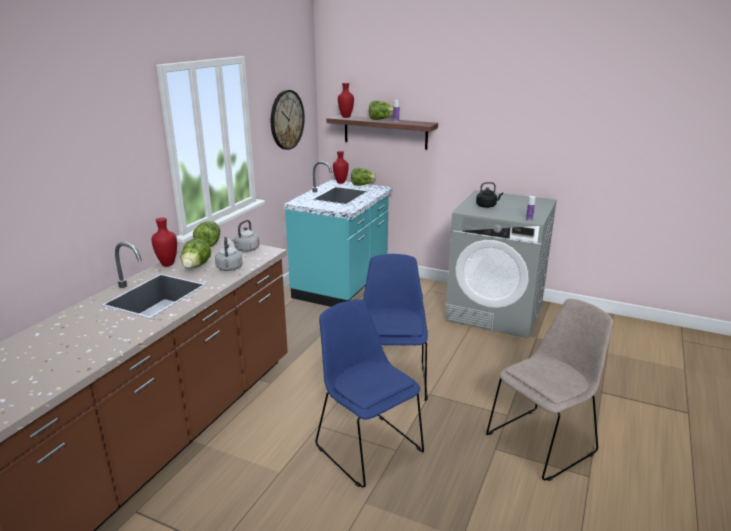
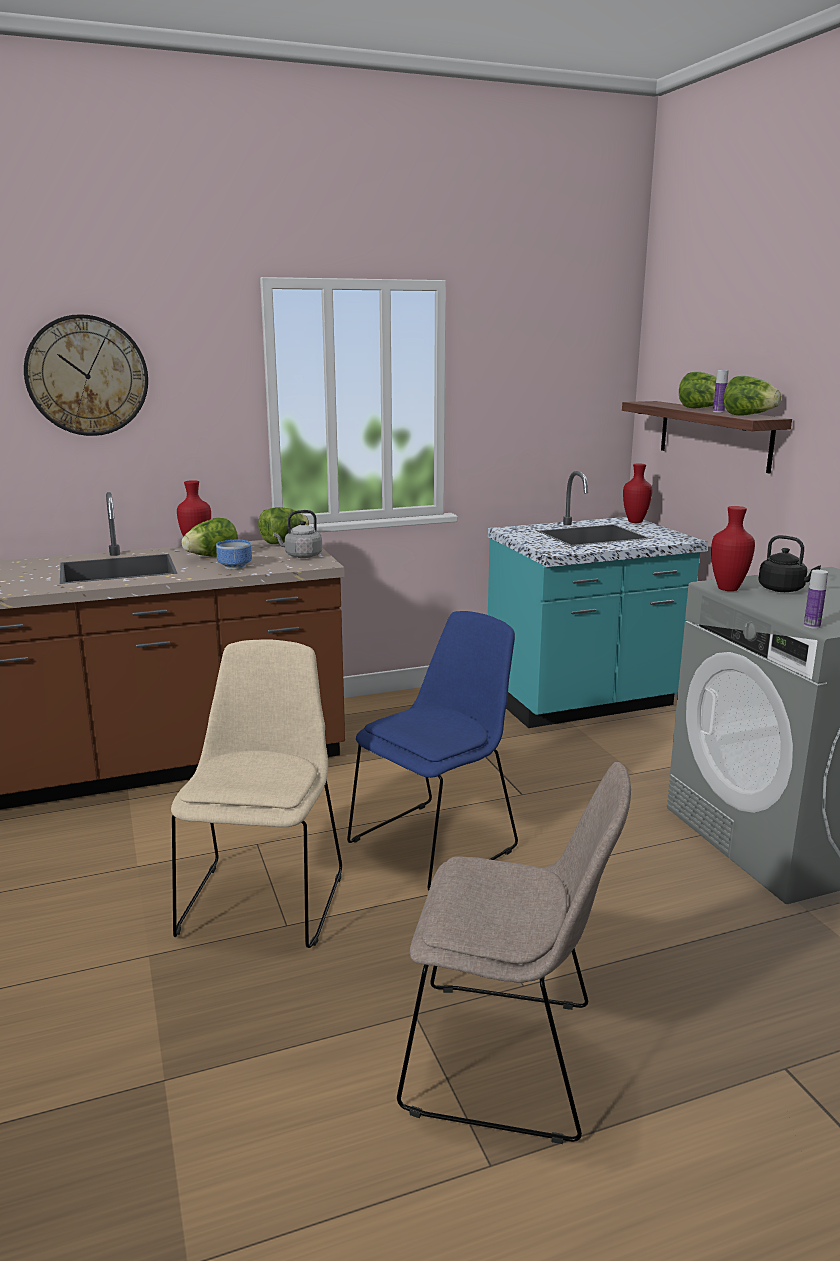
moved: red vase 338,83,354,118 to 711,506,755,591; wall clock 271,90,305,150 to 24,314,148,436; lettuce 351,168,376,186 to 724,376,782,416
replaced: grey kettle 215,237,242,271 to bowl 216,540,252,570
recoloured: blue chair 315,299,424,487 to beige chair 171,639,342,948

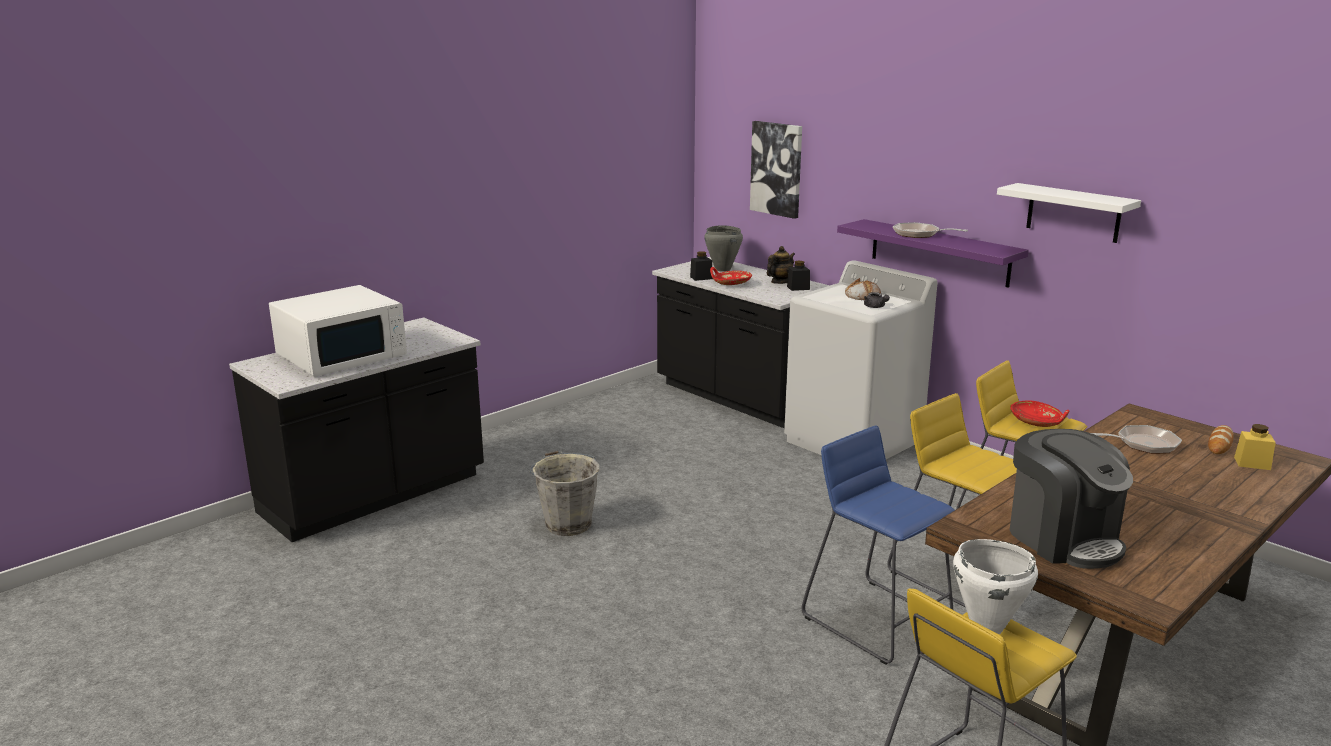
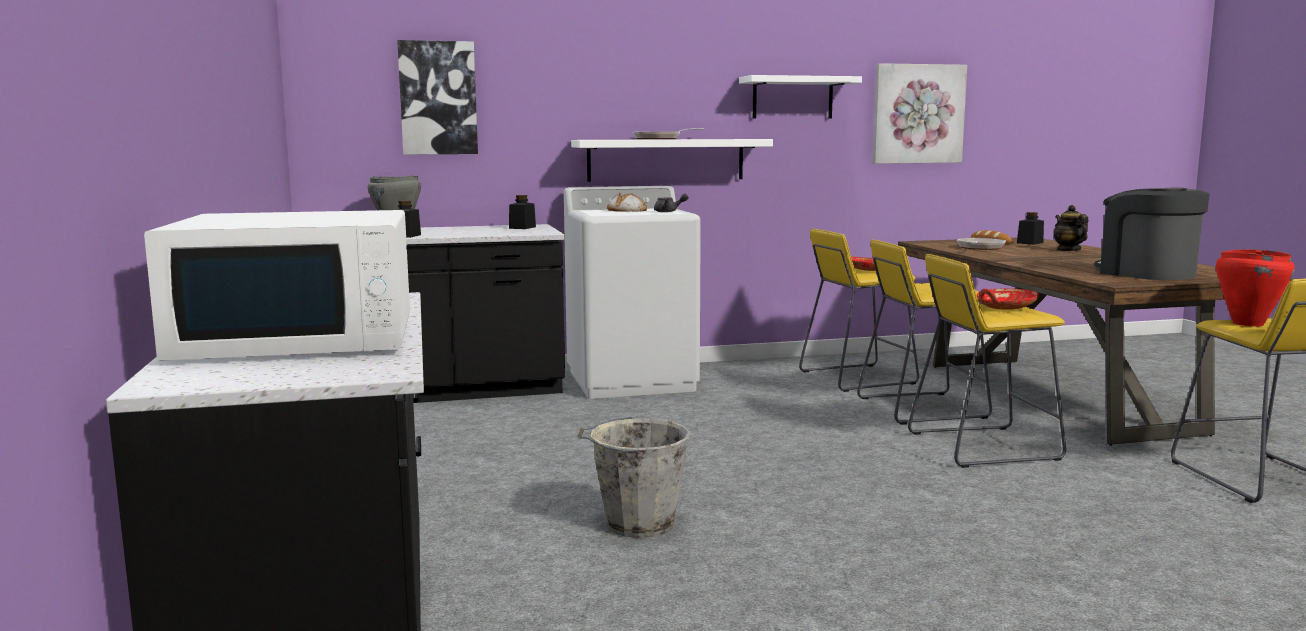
added: picture 873,63,967,164
moved: teapot 767,246,795,284 to 1053,205,1088,251; red bowl 710,267,752,285 to 977,289,1039,310
recoloured: purple shelf 837,219,1029,288 to white shelf 571,139,773,182; yellow jar 1234,424,1276,470 to black jar 1017,212,1044,245; blue stool 802,425,955,665 to yellow stool 908,254,1066,468; white cooking pot 953,539,1038,634 to red cooking pot 1216,249,1295,327
turned: white microwave 269,285,407,377 = 144,210,410,360 90 degrees clockwise; coffee machine 1010,429,1133,569 = 1094,188,1210,280 120 degrees counterclockwise

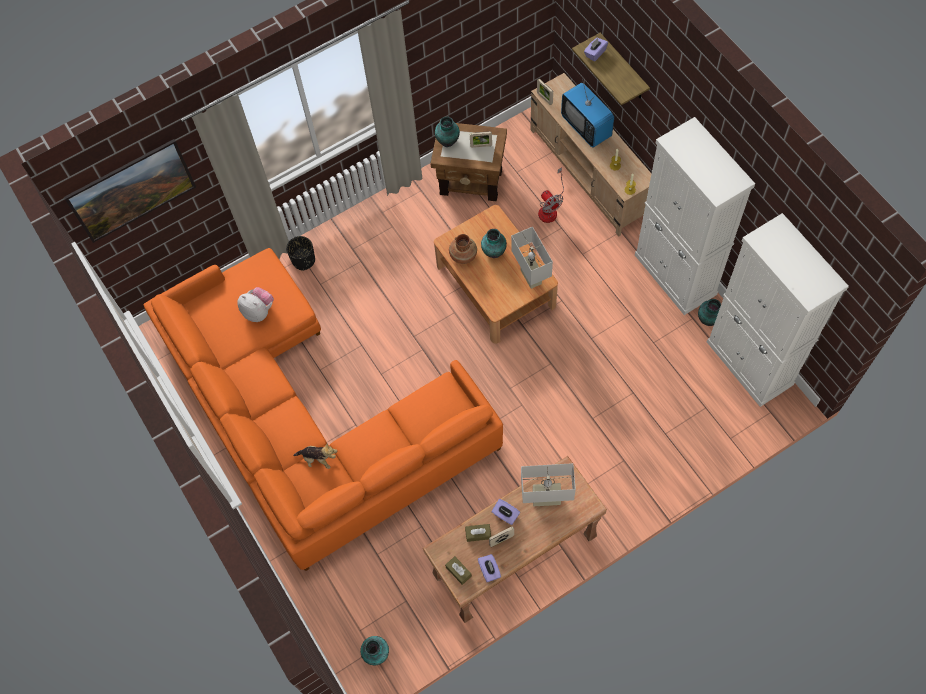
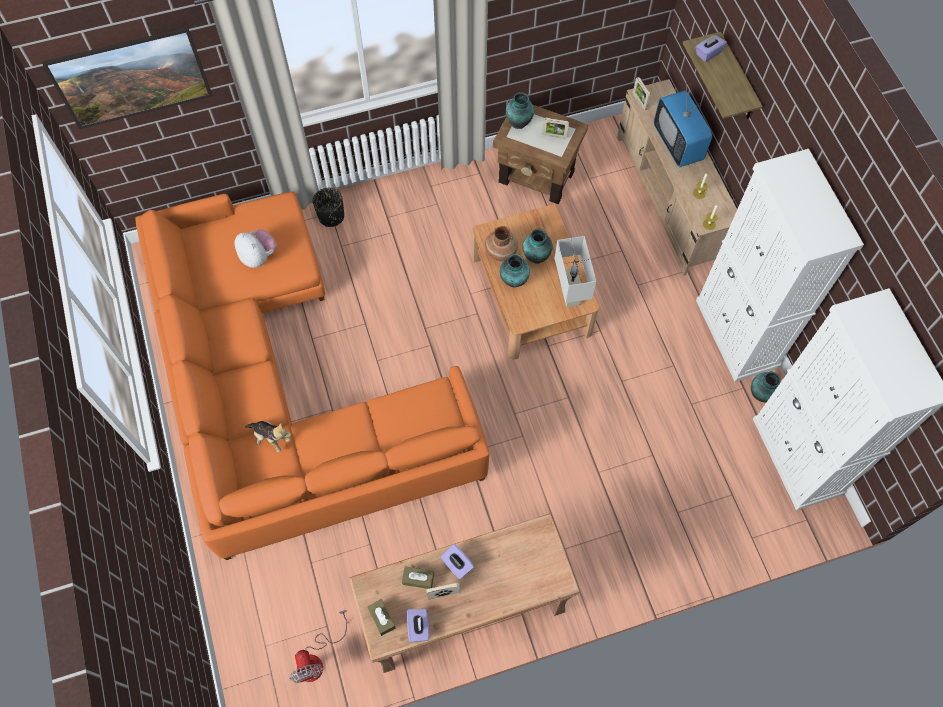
removed: white table lamp 521,463,576,506
moved: fan 538,167,564,223 to 289,610,347,683; vase 360,636,389,665 to 500,254,530,287

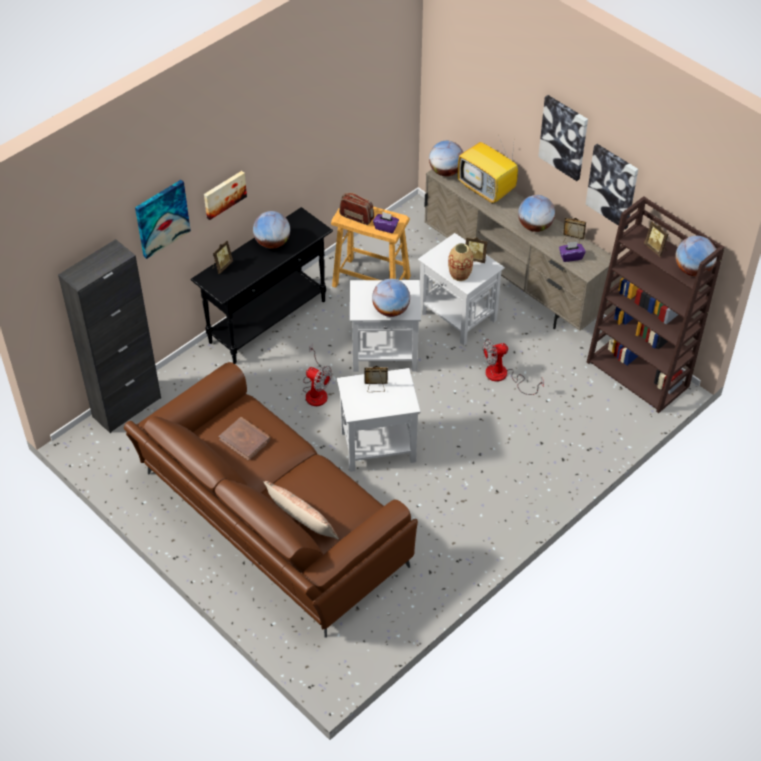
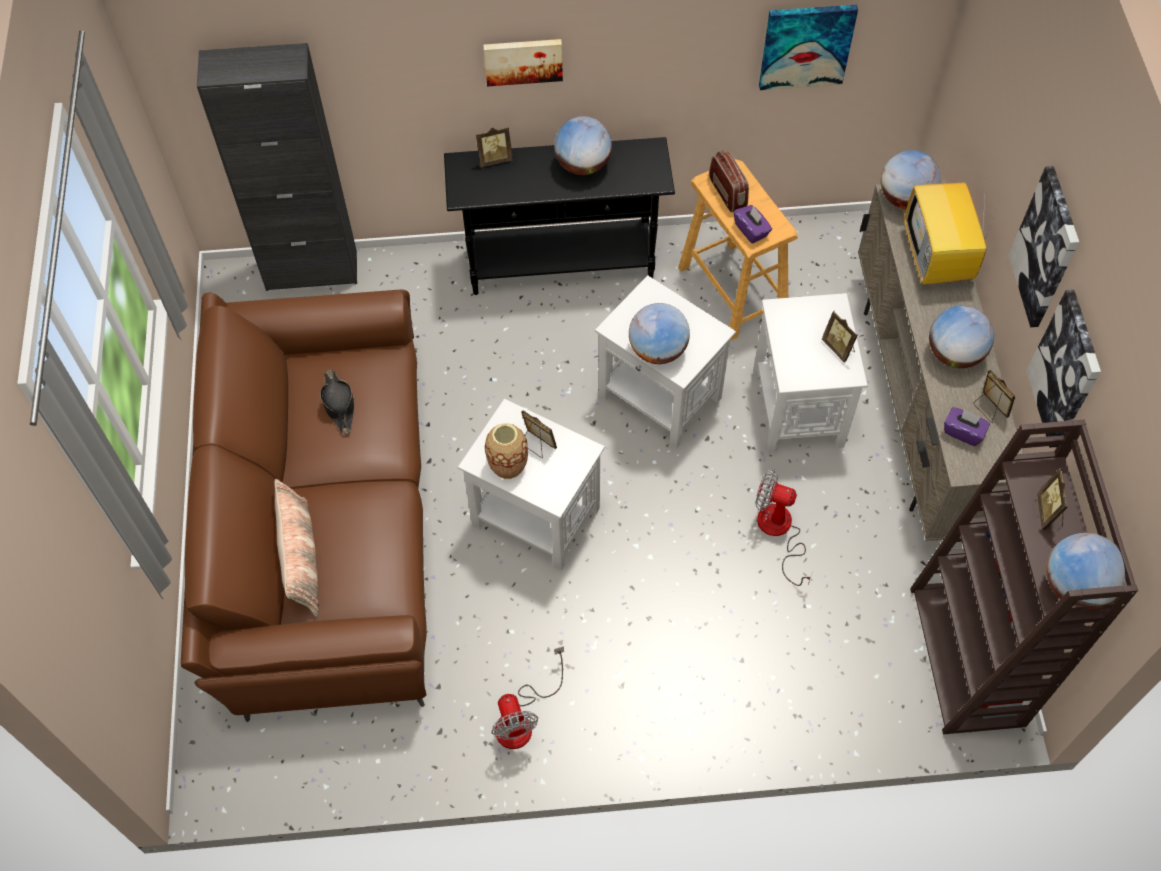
moved: picture 135,180,191,259 to 759,5,858,90; vase 448,243,473,281 to 485,423,528,479; fan 303,343,332,406 to 491,646,564,749
replaced: brown book 219,417,270,461 to black hat 320,370,354,435

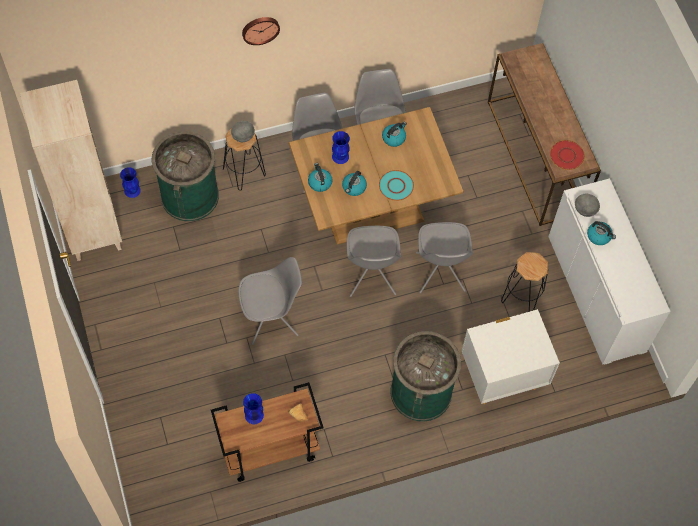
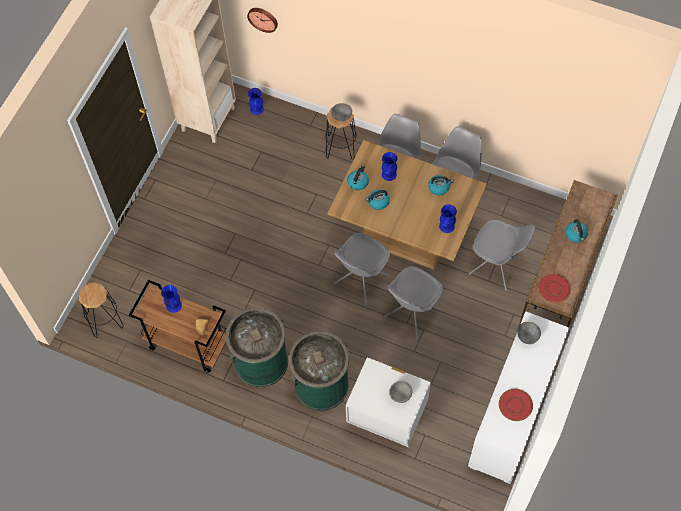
removed: turquoise plate 379,170,414,201
added: blue vase 439,204,457,233; grey bowl 389,381,412,403; red plate 499,389,533,421
moved: wall clock 242,17,280,45 to 247,8,278,33; green trash can 152,131,219,222 to 226,308,288,387; kettle 587,221,616,245 to 566,219,588,242; black stool 501,252,548,312 to 79,283,124,338; grey chair 238,257,302,345 to 469,220,535,291

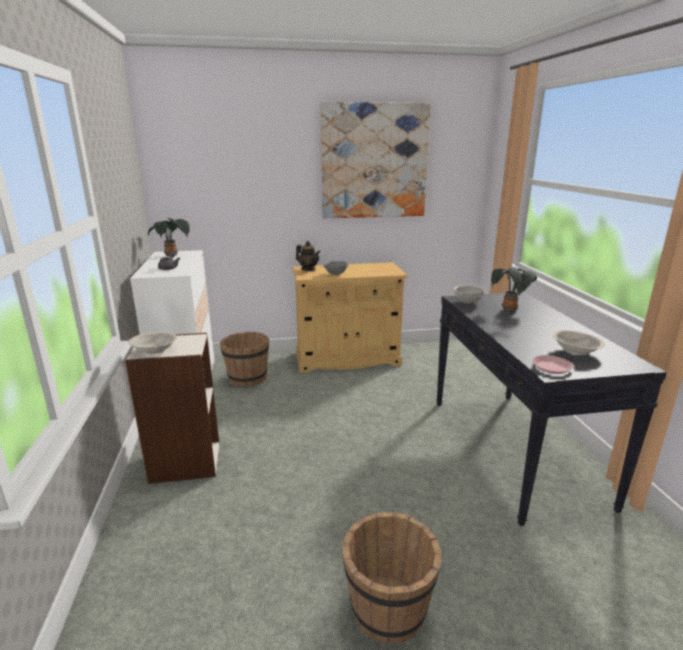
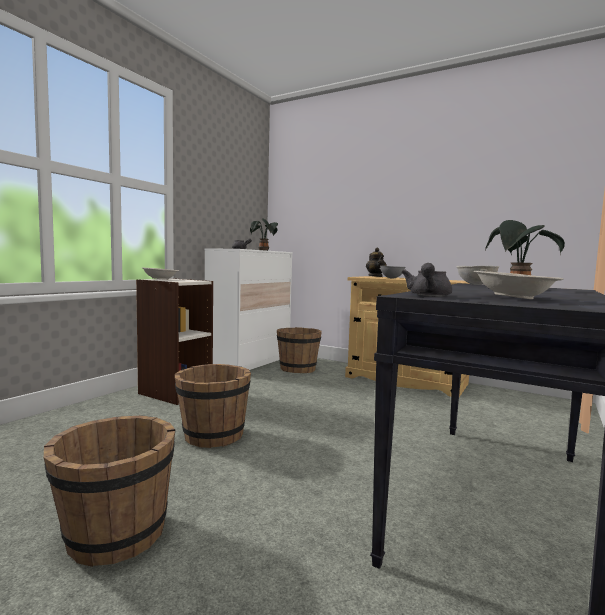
removed: picture 321,102,431,218
added: brown bucket 175,364,251,448
replaced: pink plate 532,355,573,374 to grey teapot 401,263,452,296

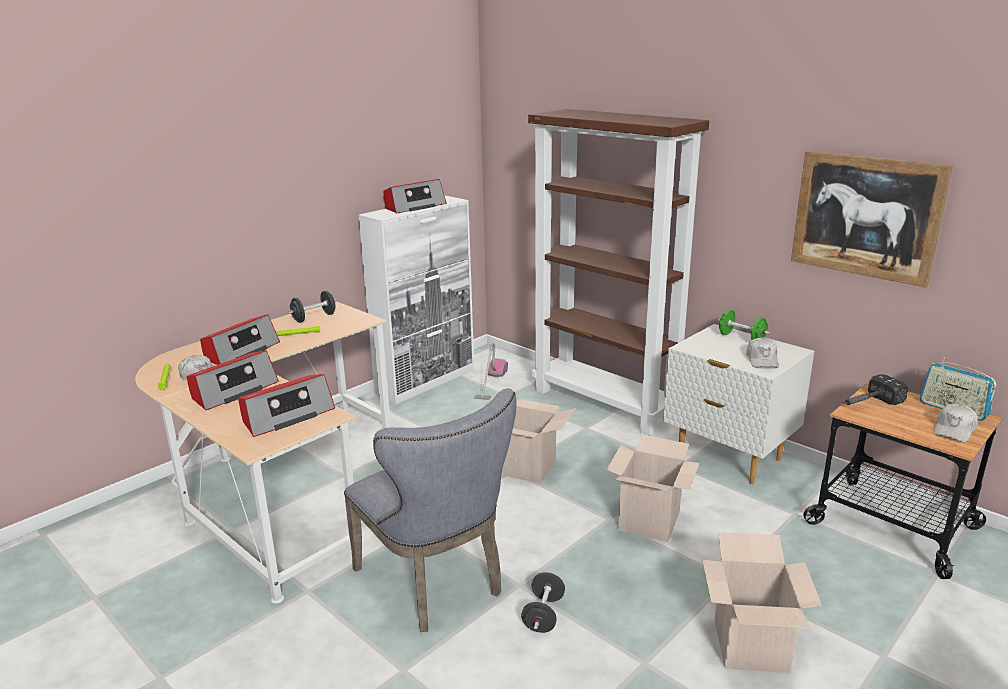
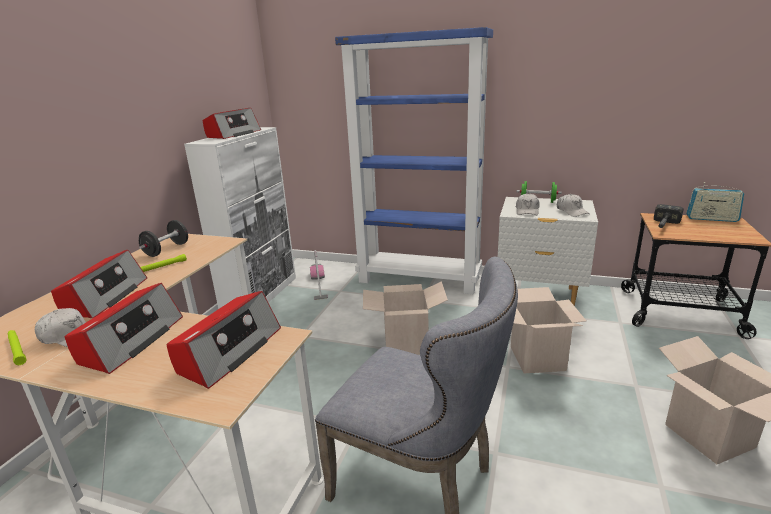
removed: picture 791,151,953,288; black dumbbell 521,572,565,633
moved: white cap 933,404,978,442 to 516,193,540,215
recoloured: brown bookcase 528,109,709,436 to blue bookcase 335,27,493,294

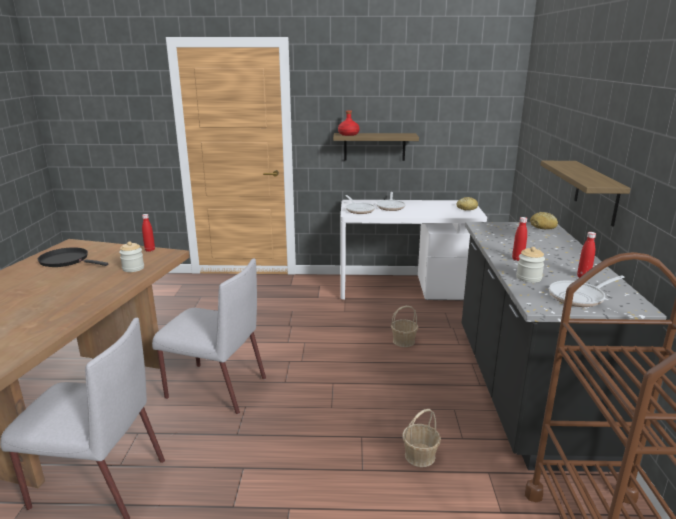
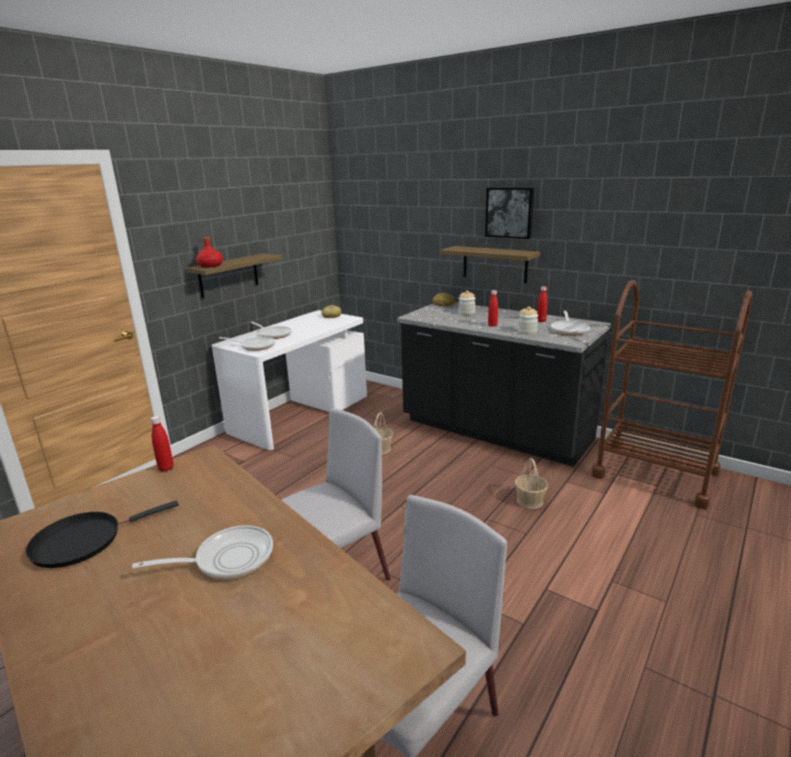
added: picture 485,188,534,239; frying pan 132,525,273,579
moved: jar 119,241,144,272 to 458,290,476,315

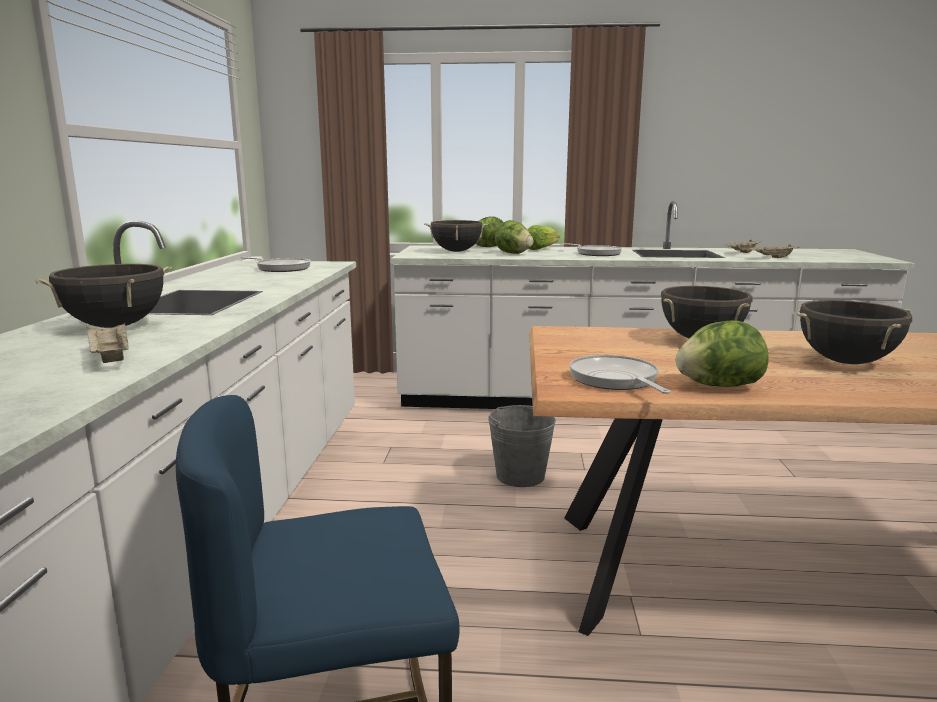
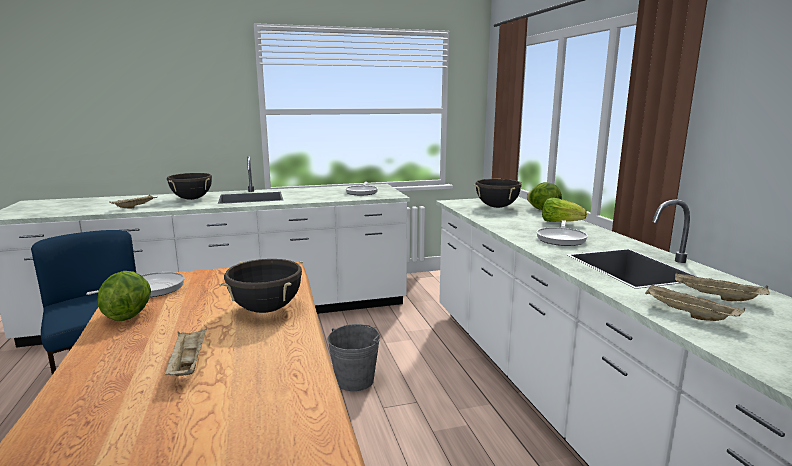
removed: lettuce 495,220,534,254
replaced: black cooking pot 797,300,912,364 to beige tray 165,328,207,376

